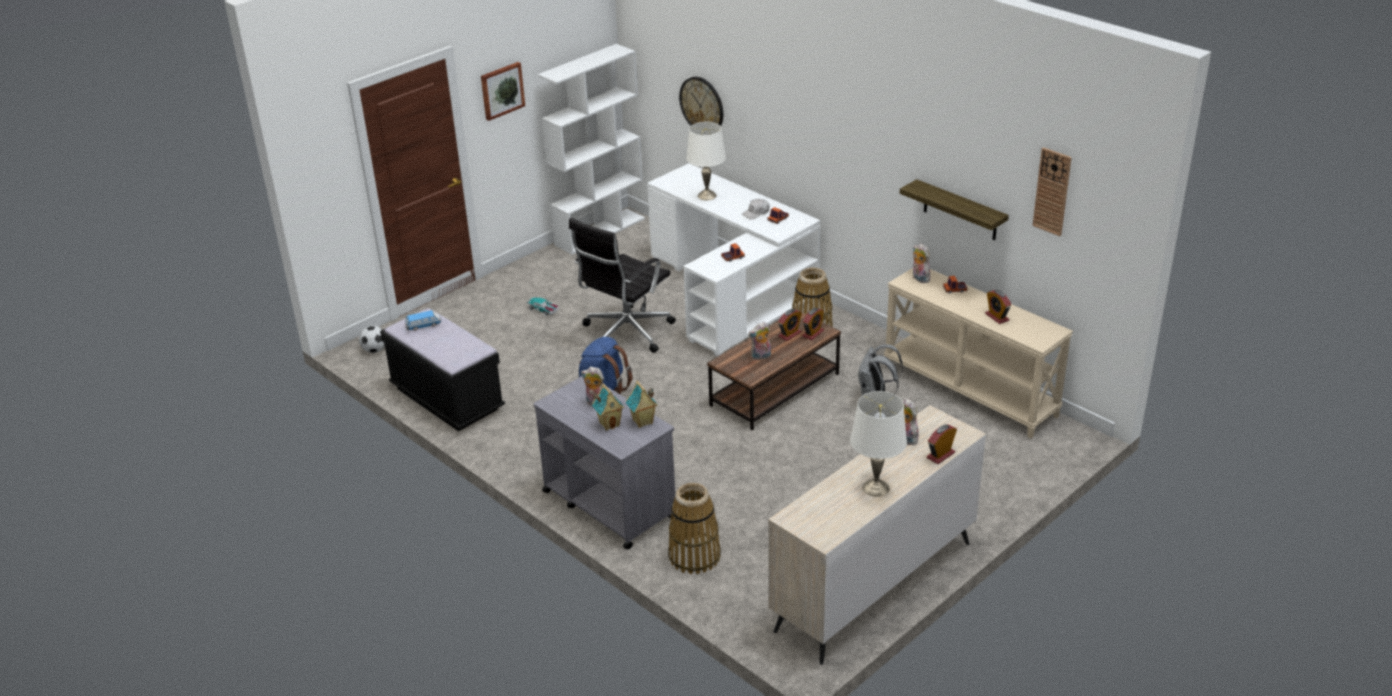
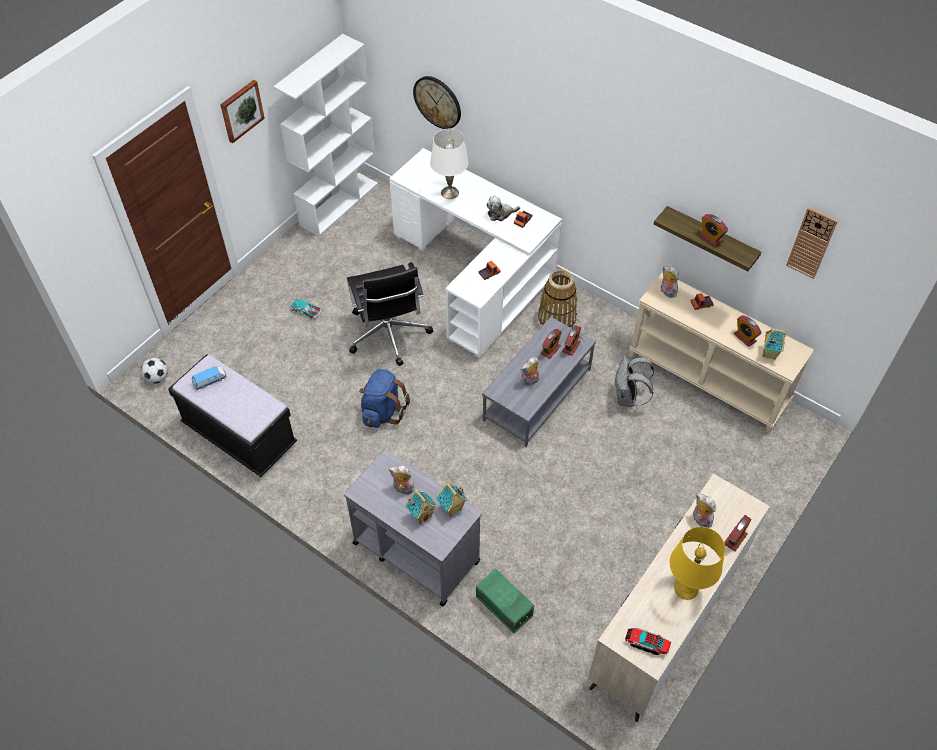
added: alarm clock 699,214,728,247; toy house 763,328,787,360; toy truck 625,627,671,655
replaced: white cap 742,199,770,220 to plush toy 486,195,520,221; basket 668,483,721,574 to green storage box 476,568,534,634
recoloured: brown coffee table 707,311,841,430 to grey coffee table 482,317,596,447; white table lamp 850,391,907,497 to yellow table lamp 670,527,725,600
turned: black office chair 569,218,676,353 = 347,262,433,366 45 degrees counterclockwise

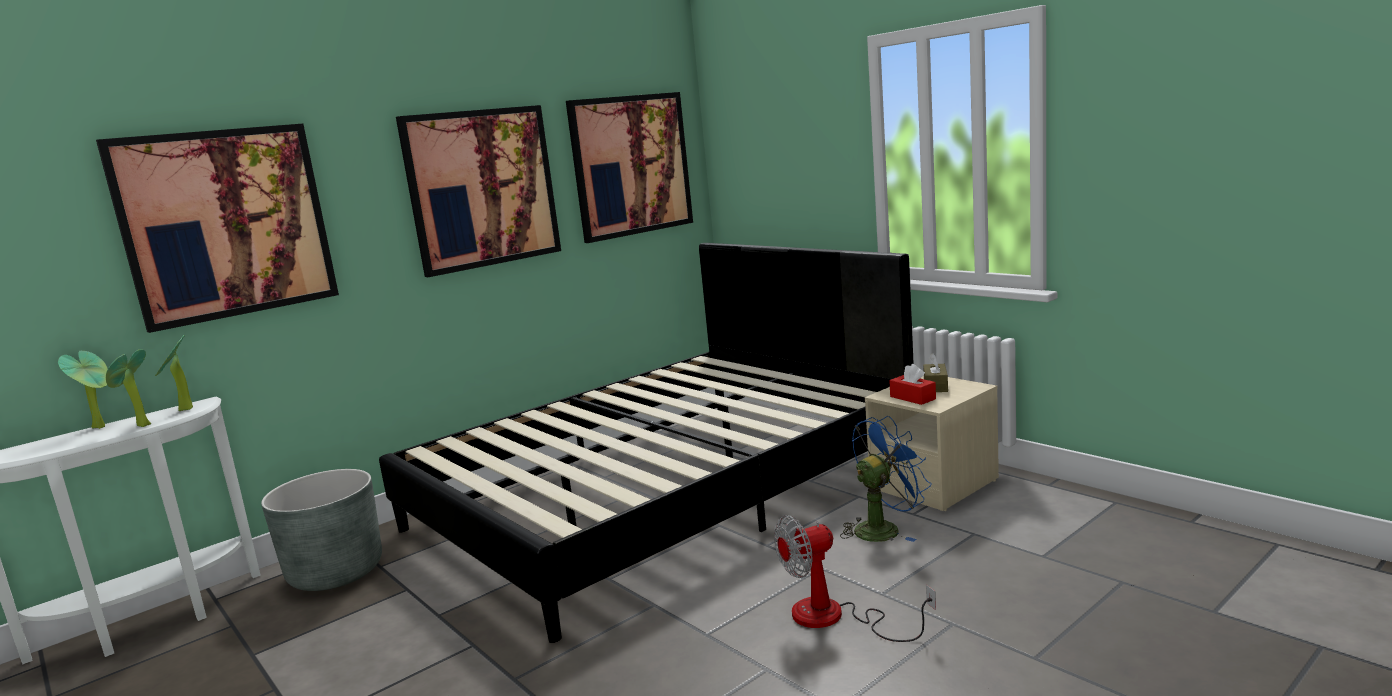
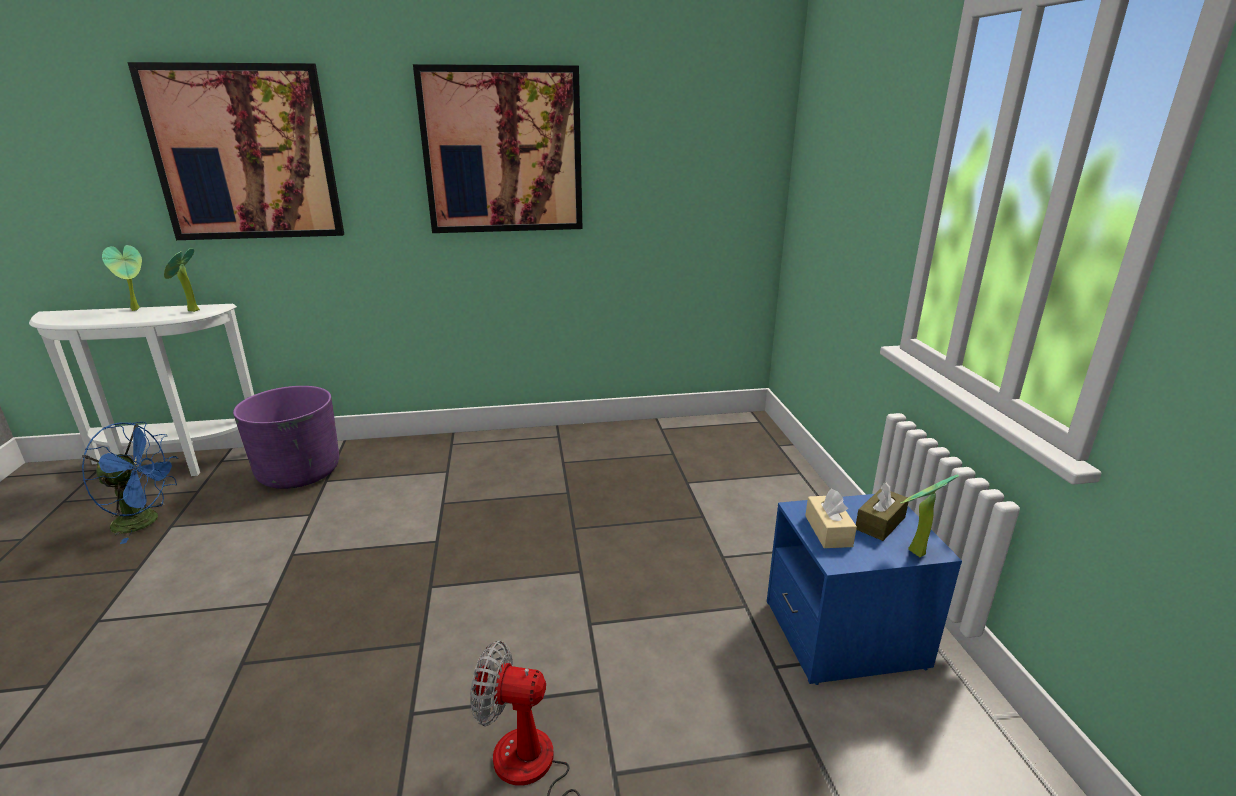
removed: picture 566,92,693,243; black bed 379,243,914,643
moved: potted plant 106,349,151,427 to 900,474,959,557; blue fan 840,416,931,542 to 82,422,178,544
recoloured: red tissue box 889,364,936,405 to beige tissue box 805,489,857,548; beige nightstand 865,375,999,511 to blue nightstand 767,492,962,685; grey planter 261,469,382,591 to purple planter 233,386,339,489

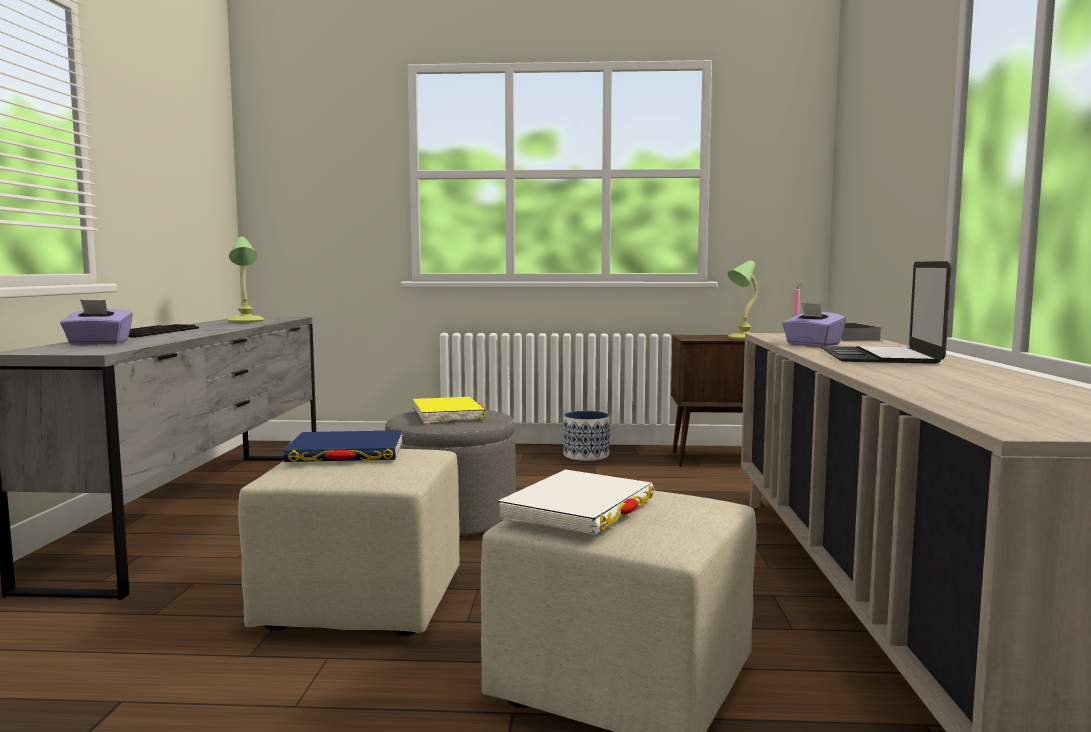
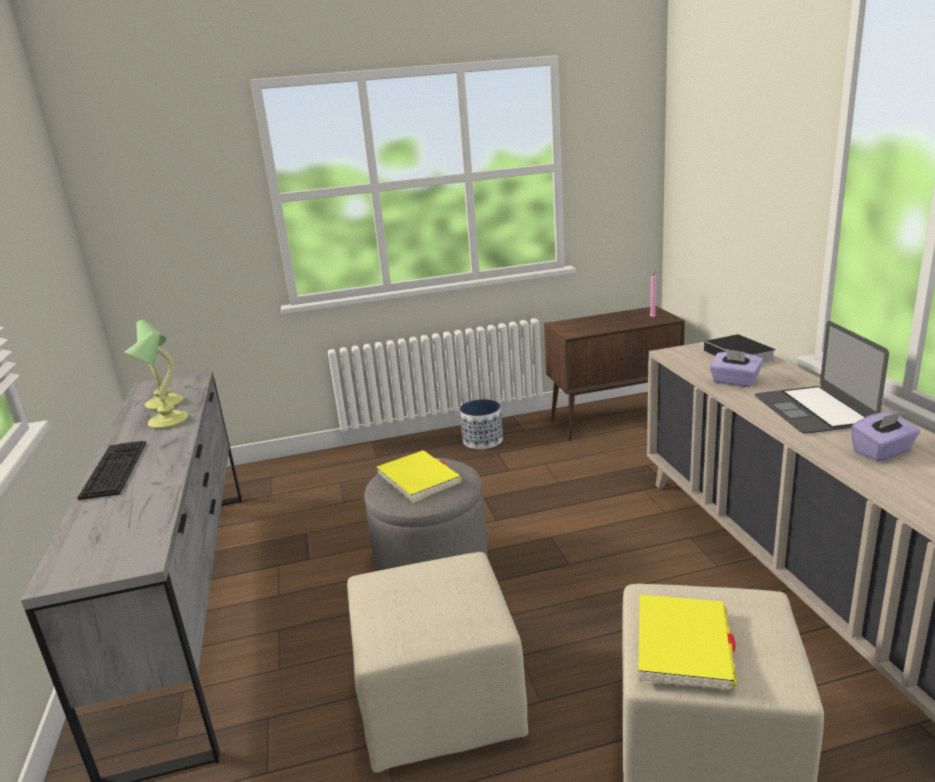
removed: blue book 283,430,403,462
moved: table lamp 728,260,758,340 to 124,332,188,429; purple tissue box 60,300,133,345 to 851,411,920,462
recoloured: white book 498,469,655,534 to yellow book 638,595,737,690

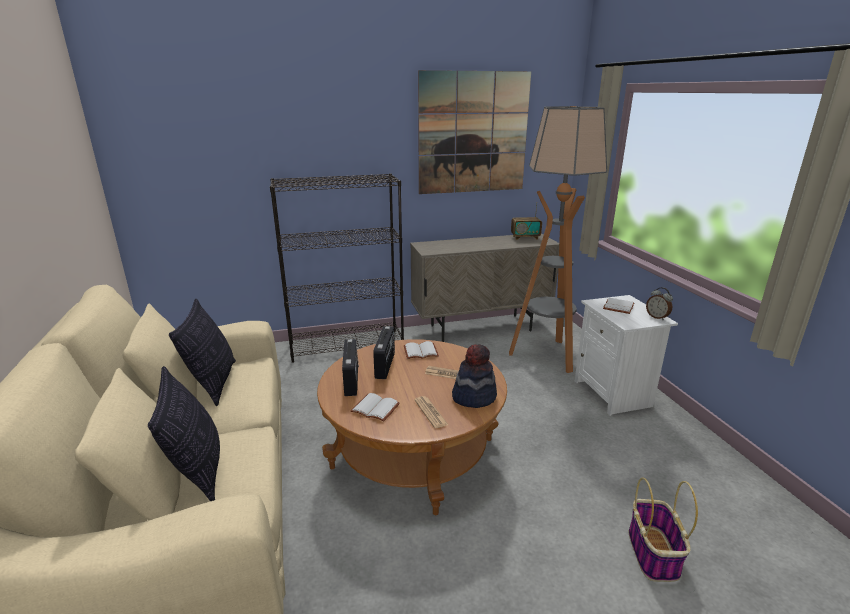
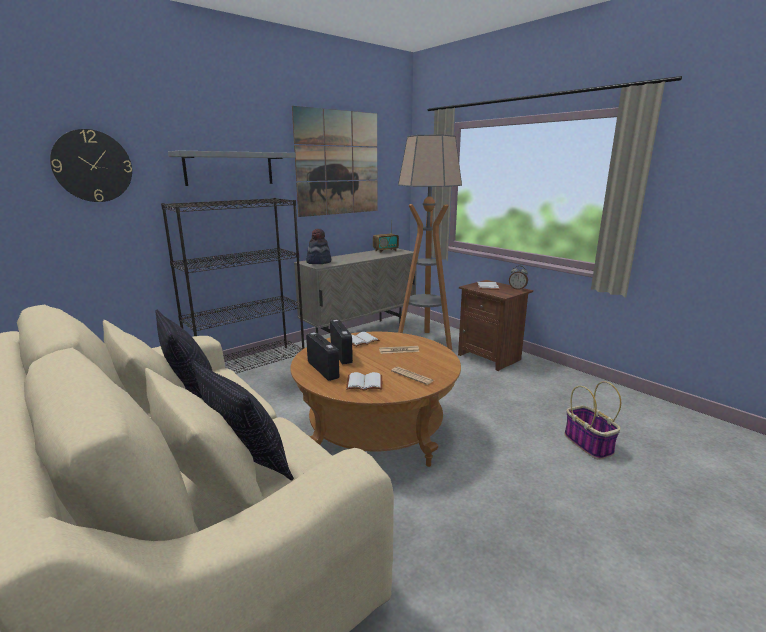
added: wall clock 50,129,132,202; grey shelf 168,151,296,186
moved: hat 452,344,497,408 to 306,229,331,264
recoloured: white nightstand 575,295,678,416 to brown nightstand 458,280,533,371

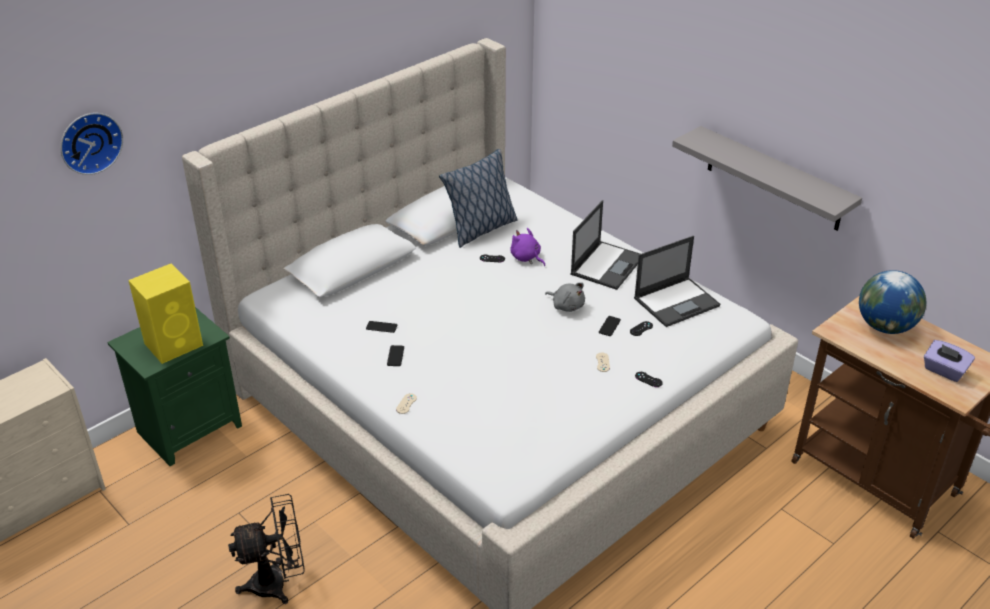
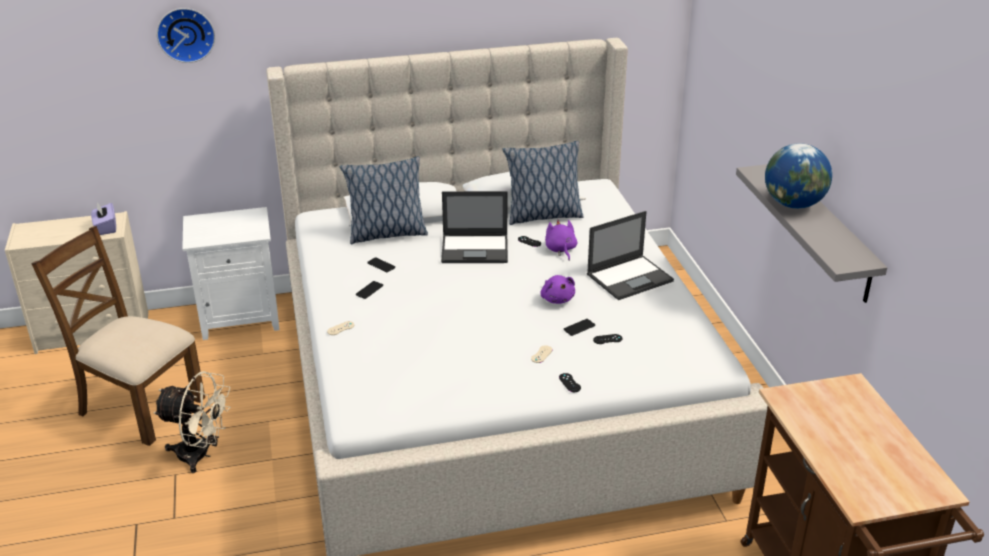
removed: yellow speaker 128,263,203,364
added: pillow 339,156,428,244; brown chair 32,226,205,446
moved: laptop 634,236,720,327 to 441,191,508,263; globe 859,270,926,334 to 765,143,832,209; purple tissue box 924,340,975,382 to 91,202,116,235
recoloured: grey plush toy 545,282,585,312 to purple plush toy 540,275,575,304; green nightstand 107,307,242,466 to white nightstand 182,207,280,340; black fan 228,494,305,604 to beige fan 153,371,231,473

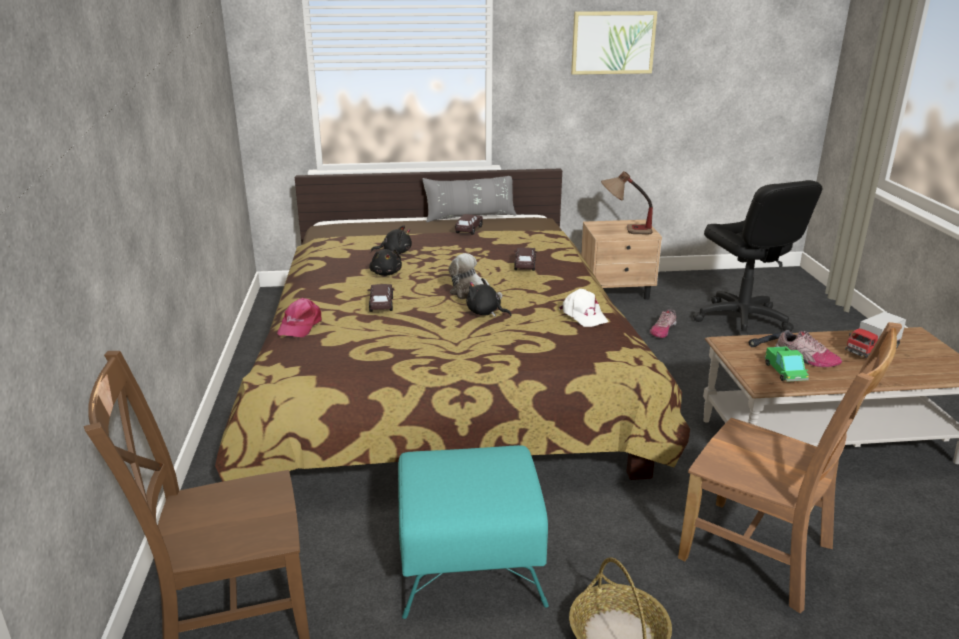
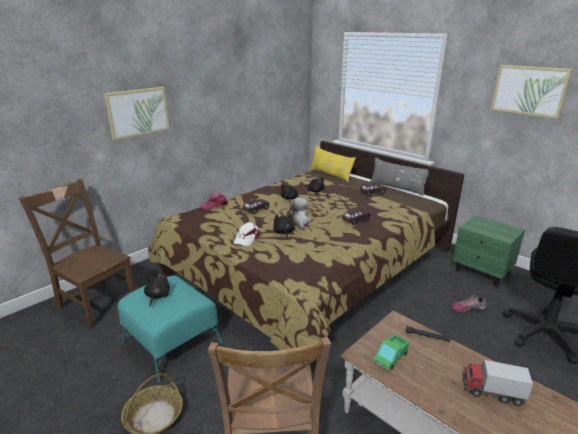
removed: table lamp 601,171,653,235; shoe 775,330,842,367
added: picture 104,87,170,140; yellow pillow 310,146,356,183; black plush toy 144,273,170,307
moved: white cap 559,289,609,327 to 234,222,260,246
recoloured: beige nightstand 581,220,662,300 to green nightstand 452,215,525,287

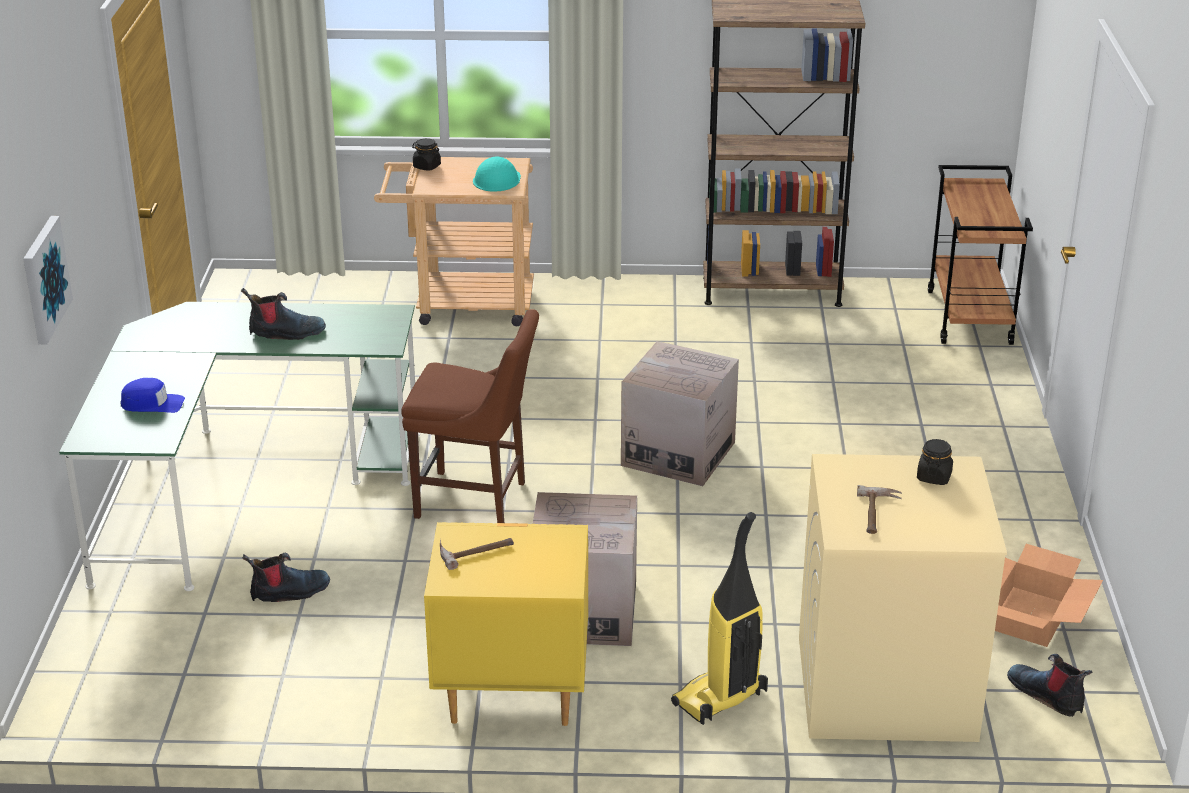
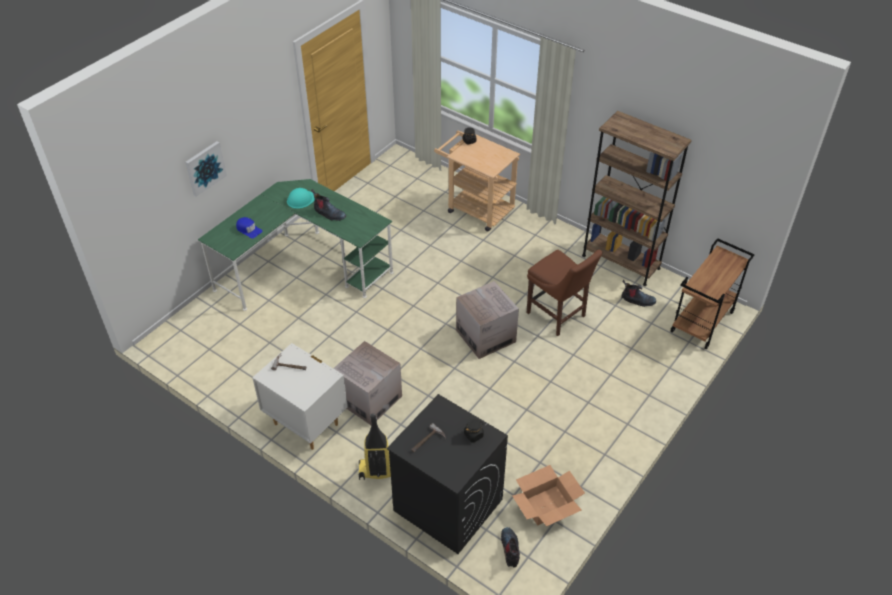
moved: turquoise hard hat 473,157,521,192 to 287,188,315,209; brown chair 401,309,539,523 to 527,250,602,336; boot 243,553,330,602 to 621,280,656,307
recoloured: beige washing machine 799,454,1007,742 to black washing machine 387,394,508,554; yellow nightstand 424,522,588,726 to white nightstand 252,343,348,450

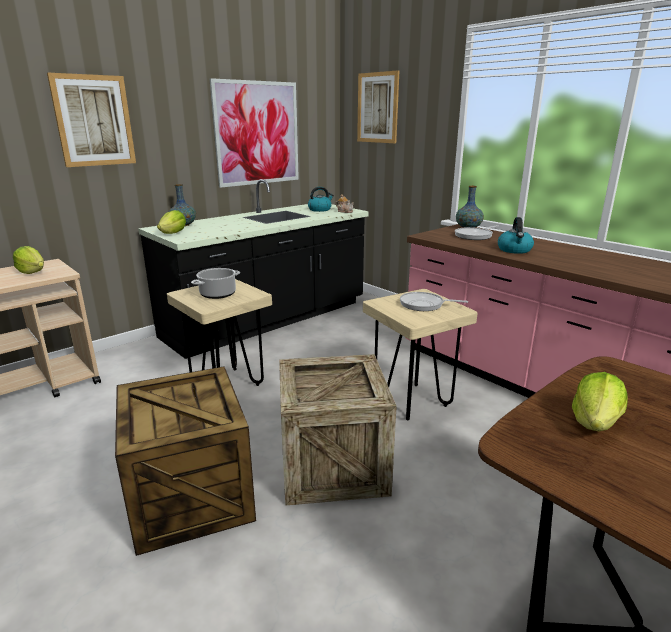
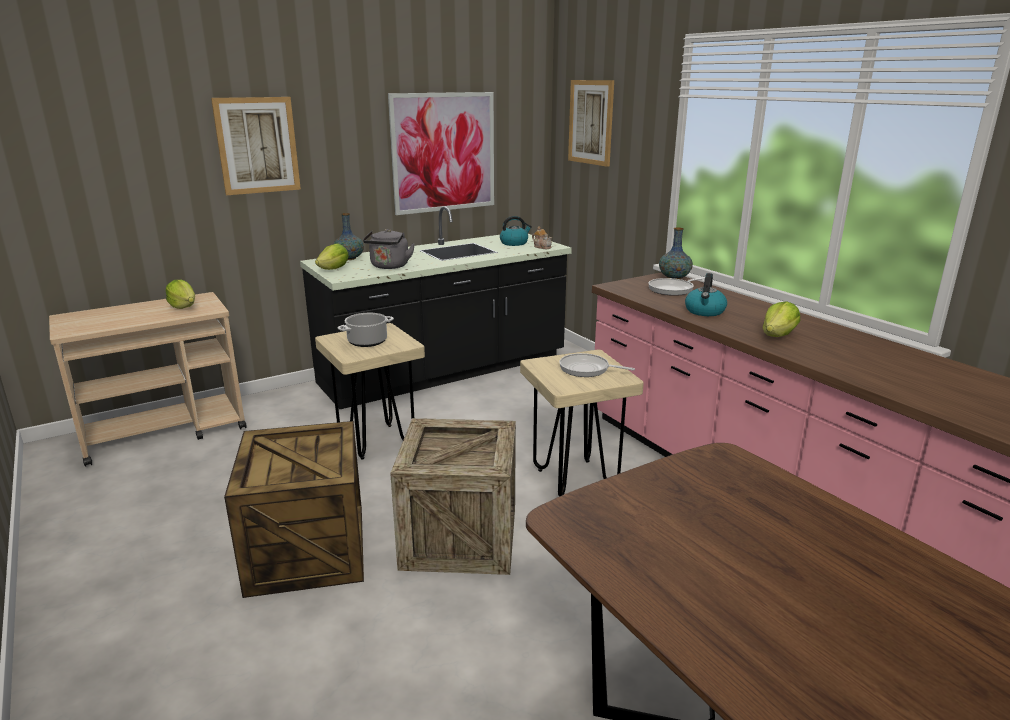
added: grey kettle 363,229,415,269
moved: lettuce 572,372,628,432 to 763,301,800,337

